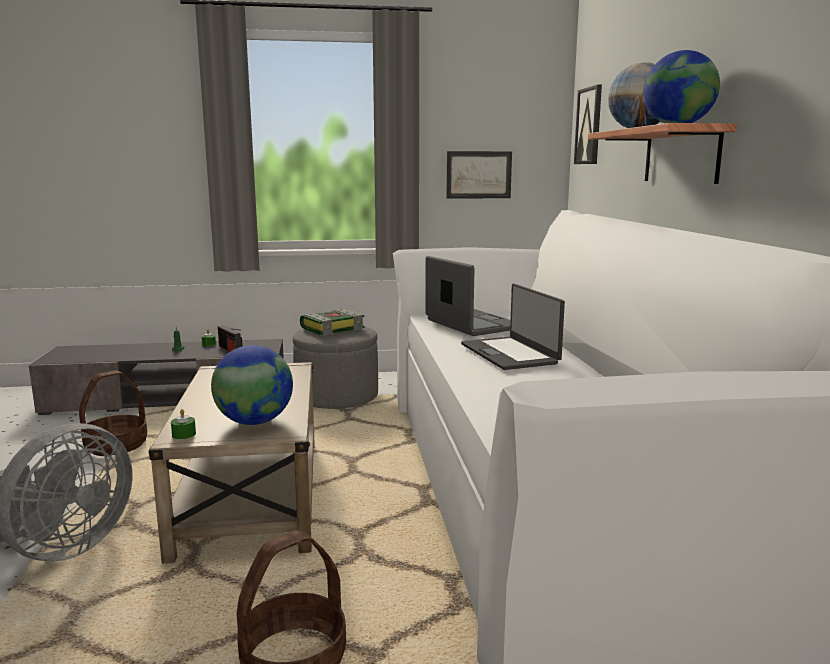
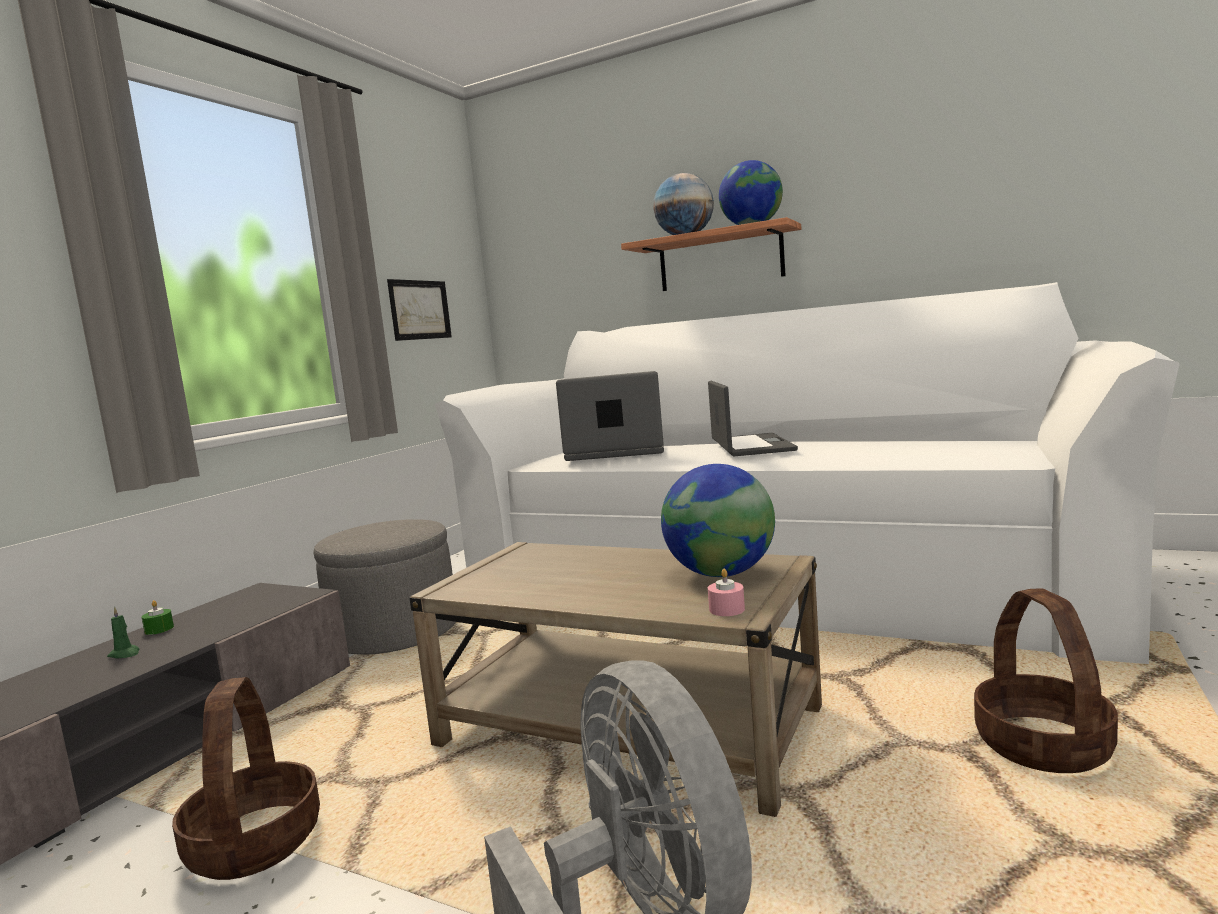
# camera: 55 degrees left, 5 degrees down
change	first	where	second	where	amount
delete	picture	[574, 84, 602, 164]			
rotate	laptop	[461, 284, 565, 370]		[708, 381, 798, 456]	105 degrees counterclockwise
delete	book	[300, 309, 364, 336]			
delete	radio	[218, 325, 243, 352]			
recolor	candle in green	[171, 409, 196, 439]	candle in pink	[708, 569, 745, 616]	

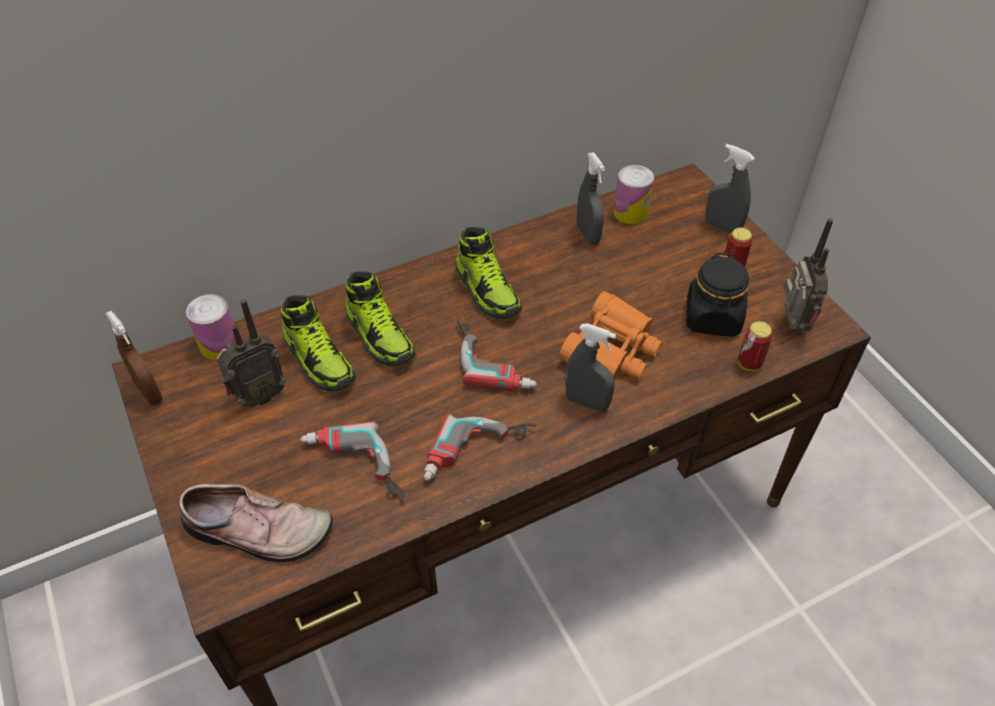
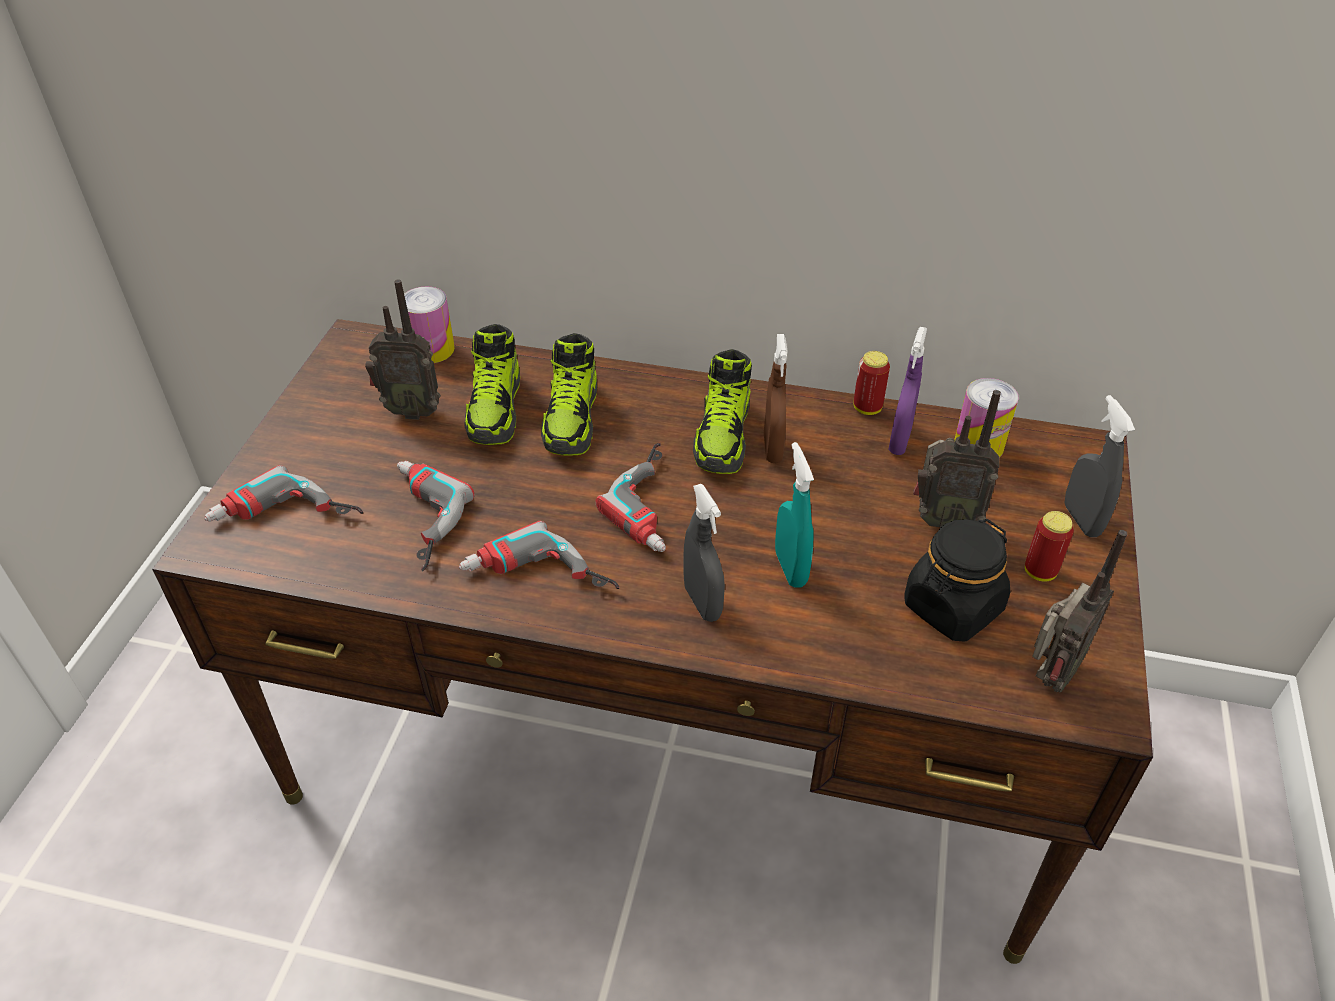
# camera: 40 degrees right, 5 degrees down
change	first	where	second	where	amount
recolor	spray bottle in grey	[577, 152, 605, 245]	spray bottle in purple	[888, 327, 927, 455]	
replace	binoculars in orange	[559, 291, 662, 380]	spray bottle in turquoise	[775, 442, 814, 588]	
move	spray bottle in brown	[105, 311, 163, 405]		[764, 334, 787, 463]	
move	can	[738, 321, 773, 371]		[854, 351, 890, 415]	
replace	shoe	[179, 484, 333, 562]	power drill	[204, 465, 363, 522]	
insert			radio	[913, 390, 1001, 528]	

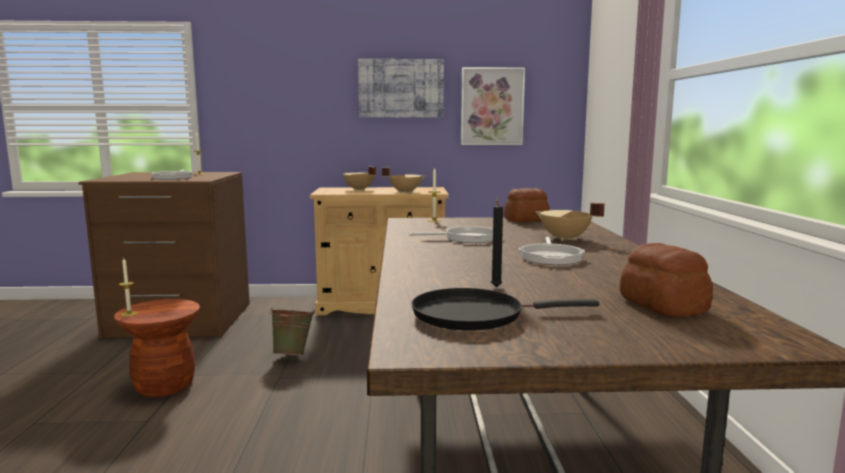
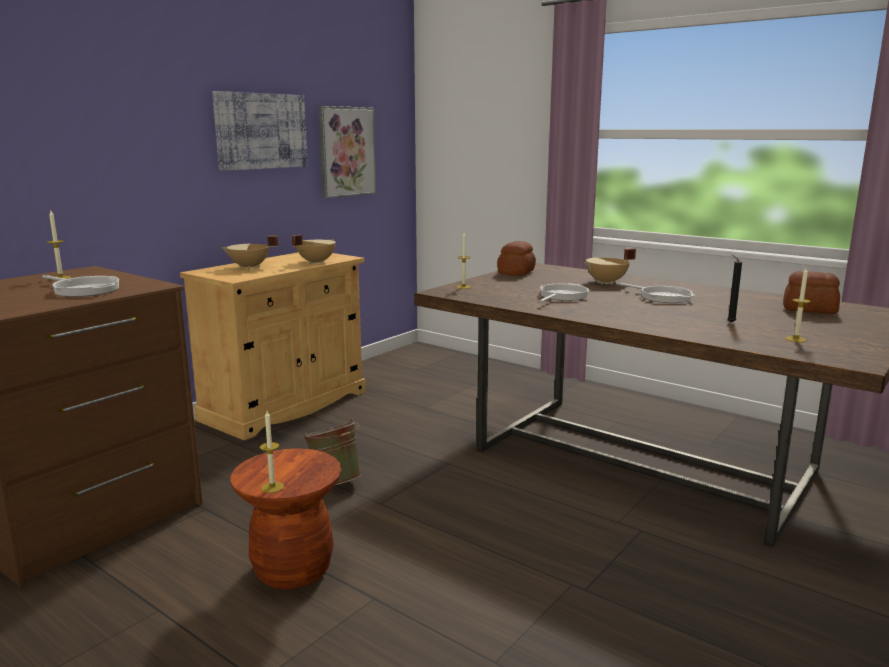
# camera: 50 degrees left, 5 degrees up
change	first	where	second	where	amount
replace	frying pan in black	[411, 288, 599, 331]	candle	[785, 267, 811, 342]	

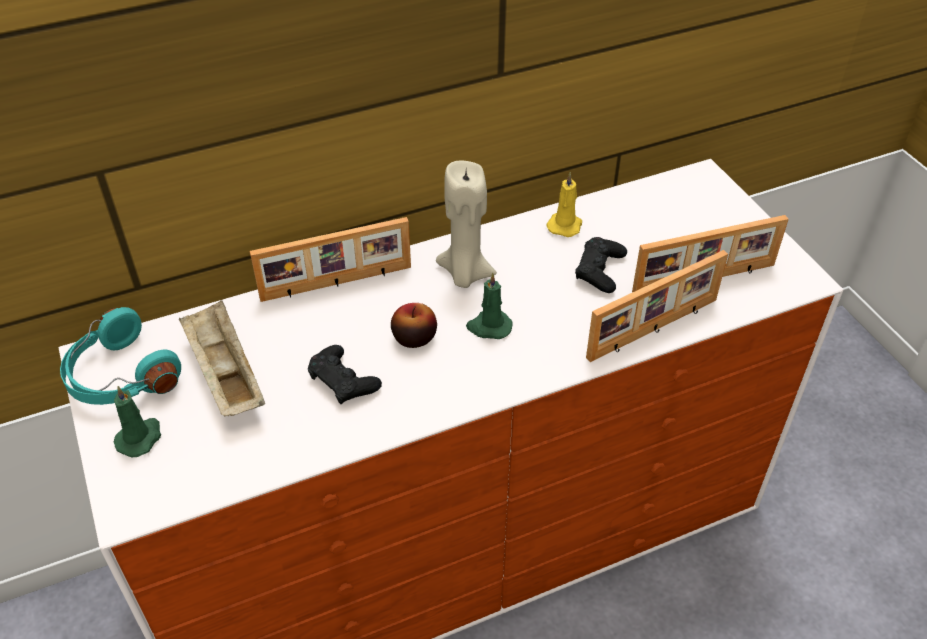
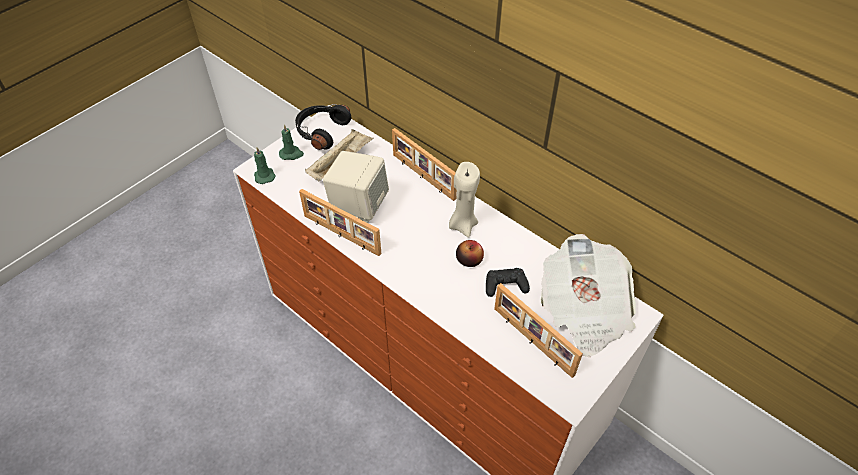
# camera: 65 degrees right, 5 degrees up
change	first	where	second	where	amount
delete	candle in yellow	[546, 172, 582, 237]			
move	picture frame	[586, 250, 728, 362]		[299, 189, 381, 256]	
move	candle in green	[466, 272, 512, 339]		[254, 147, 276, 184]	
move	apple	[391, 303, 437, 348]		[456, 240, 484, 267]	
recolor	headphones in turquoise	[60, 307, 181, 405]	headphones in black	[295, 104, 351, 150]	
replace	game controller in black	[308, 345, 382, 404]	speaker in beige	[323, 151, 389, 223]	
insert			newspaper	[540, 234, 636, 357]	

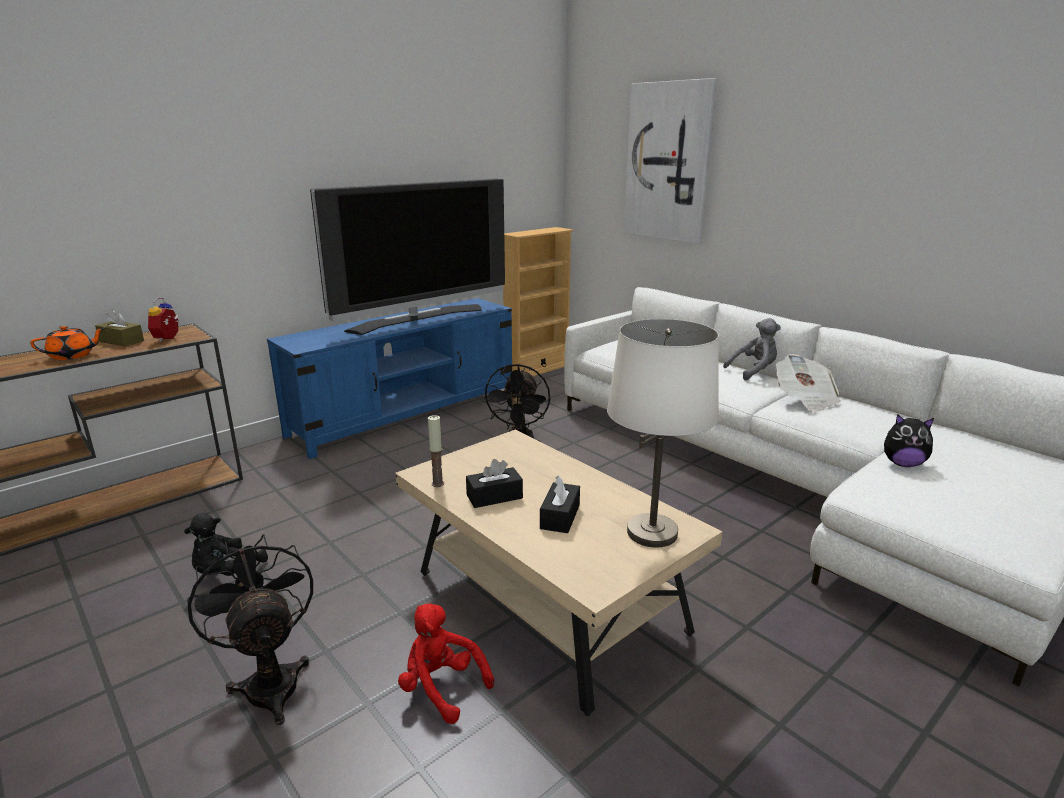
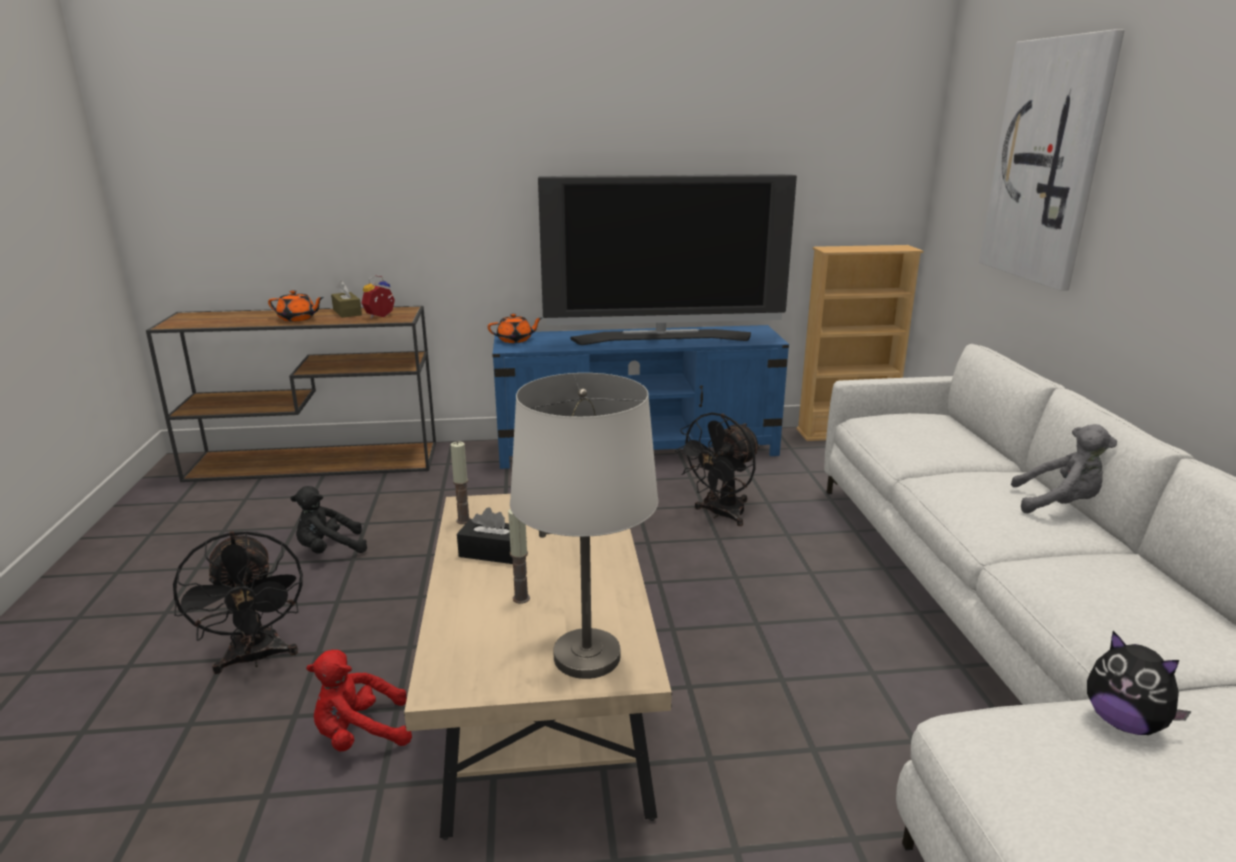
# camera: 35 degrees right, 0 degrees up
change	first	where	second	where	amount
delete	newspaper	[776, 354, 841, 412]			
replace	tissue box in black	[540, 475, 580, 533]	candle	[508, 509, 530, 604]	
rotate	fan in black	[187, 534, 313, 725]		[173, 531, 303, 674]	150 degrees clockwise
rotate	plush toy in red	[398, 603, 494, 724]		[306, 650, 412, 752]	90 degrees counterclockwise
insert			teapot in orange	[488, 313, 542, 343]	

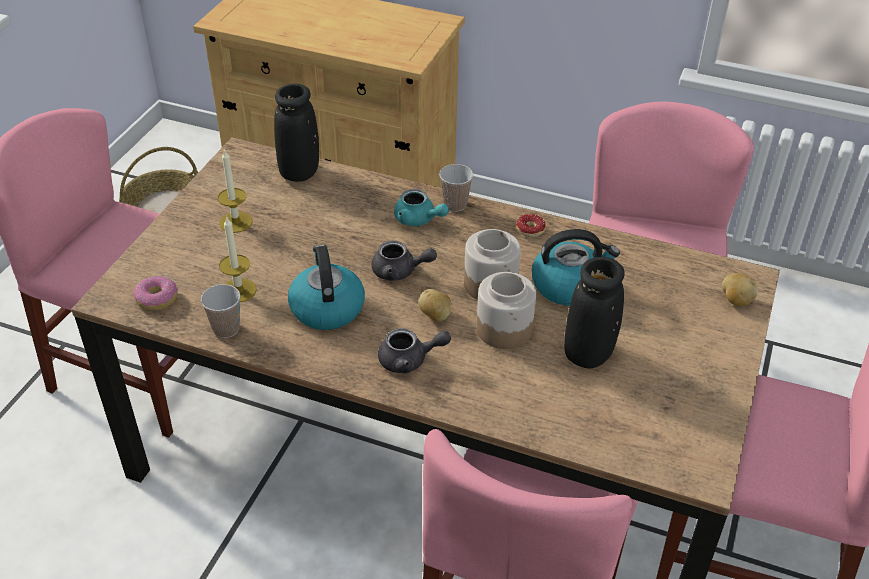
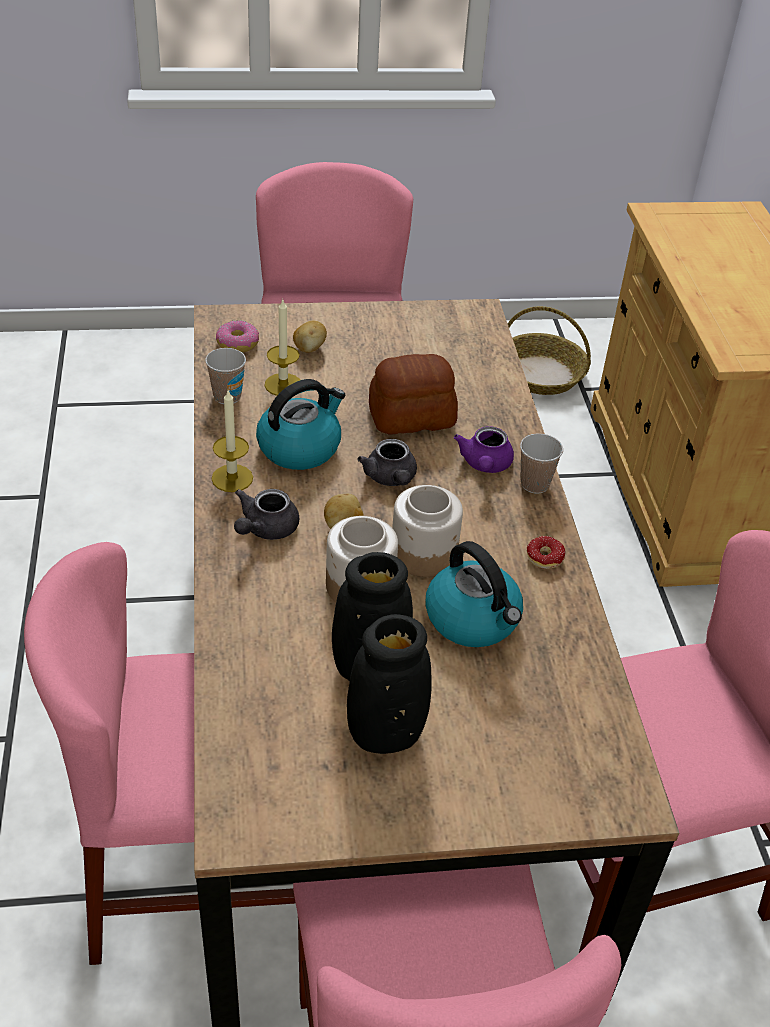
# camera: 60 degrees right, 0 degrees up
change	first	where	second	where	amount
move	vase in black	[274, 84, 319, 182]		[347, 614, 432, 754]	
move	candle	[218, 149, 253, 233]		[212, 390, 253, 492]	
recolor	teapot in turquoise	[394, 189, 449, 226]	teapot in purple	[454, 426, 514, 473]	
move	potato	[722, 273, 758, 306]		[293, 321, 327, 353]	
rotate	teapot in grey	[378, 328, 451, 374]		[234, 489, 299, 540]	60 degrees clockwise
insert			bread	[369, 354, 458, 435]	

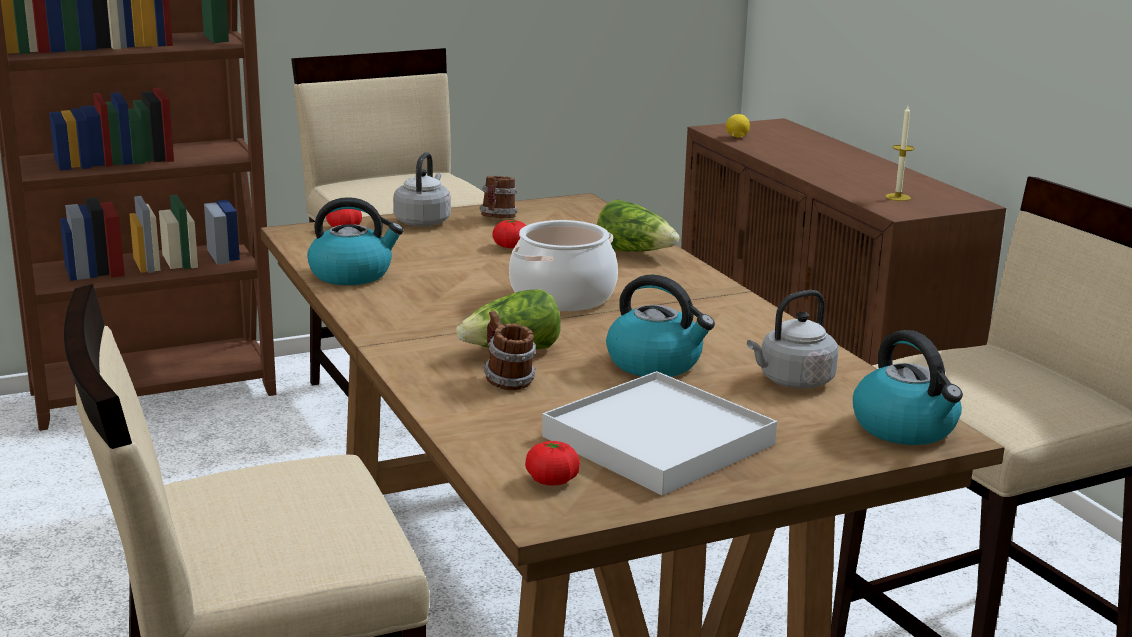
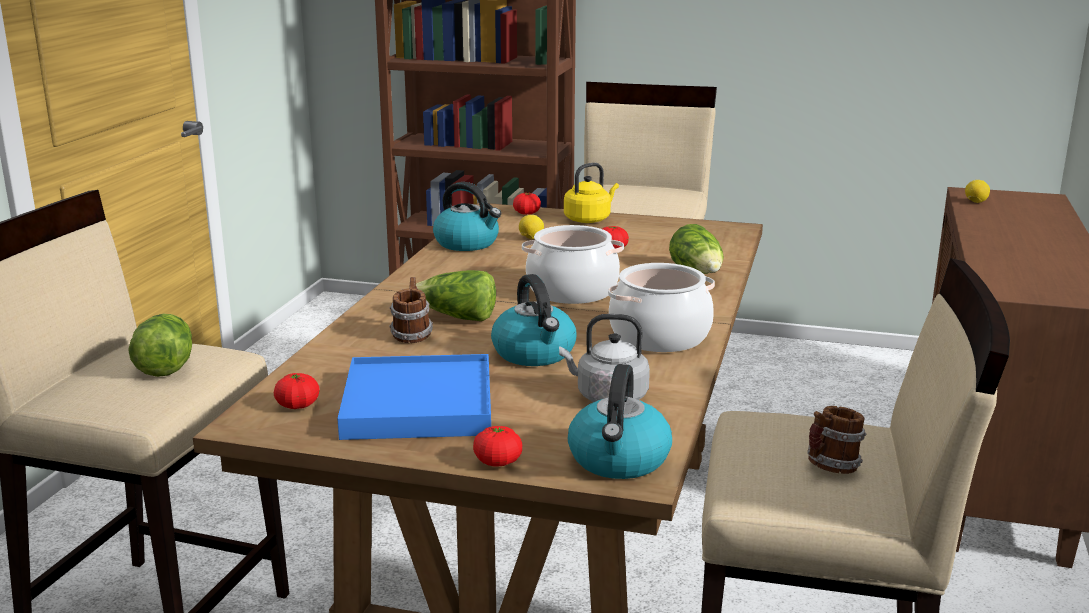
# camera: 40 degrees right, 0 degrees up
change	first	where	second	where	amount
delete	candle	[885, 106, 914, 201]			
recolor	kettle in grey	[393, 152, 451, 227]	kettle in yellow	[564, 163, 619, 223]	
move	mug	[479, 176, 517, 218]		[807, 406, 866, 474]	
recolor	tray in white	[542, 371, 777, 496]	tray in blue	[337, 354, 491, 440]	
insert			lemon	[519, 215, 544, 239]	
insert			cooking pot	[608, 263, 715, 352]	
insert			lettuce	[128, 314, 192, 377]	
insert			tomato	[473, 426, 522, 466]	

